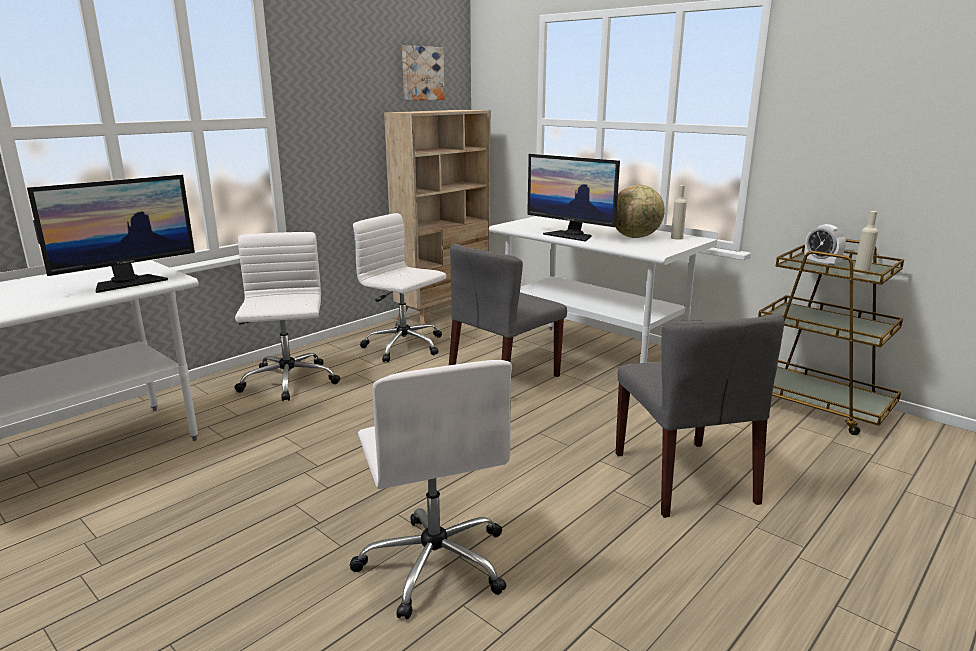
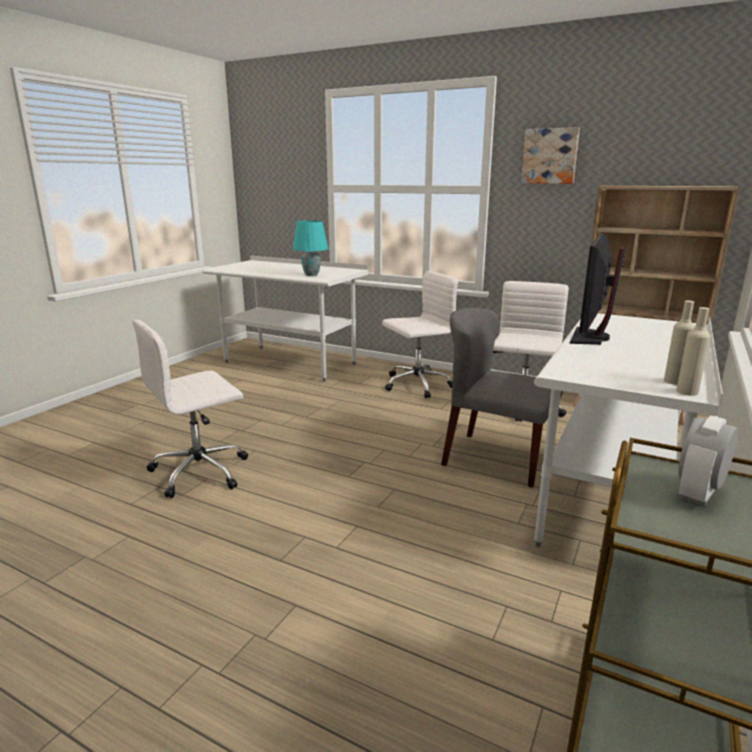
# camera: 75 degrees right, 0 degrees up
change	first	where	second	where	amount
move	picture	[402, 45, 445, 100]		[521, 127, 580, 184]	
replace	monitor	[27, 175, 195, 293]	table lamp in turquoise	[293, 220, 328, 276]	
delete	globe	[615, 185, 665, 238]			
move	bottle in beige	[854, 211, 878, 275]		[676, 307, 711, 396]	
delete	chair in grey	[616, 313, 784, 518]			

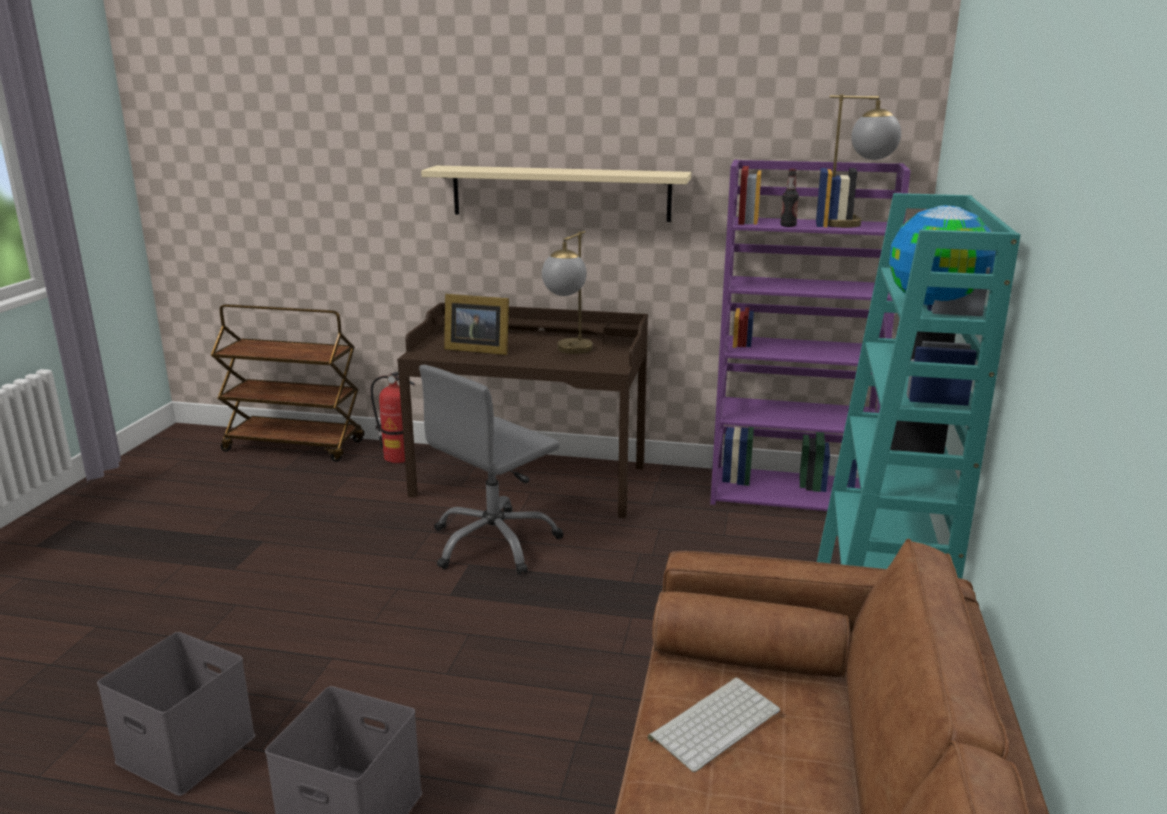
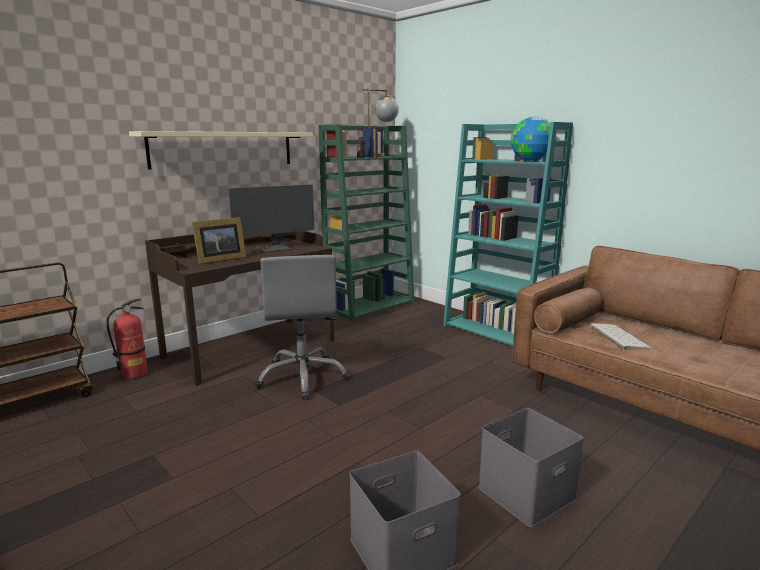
# camera: 55 degrees left, 5 degrees down
change	first	where	second	where	amount
recolor	bookcase in purple	[710, 160, 911, 511]	bookcase in green	[319, 124, 414, 321]	
replace	table lamp	[542, 231, 593, 354]	monitor	[229, 184, 314, 253]	

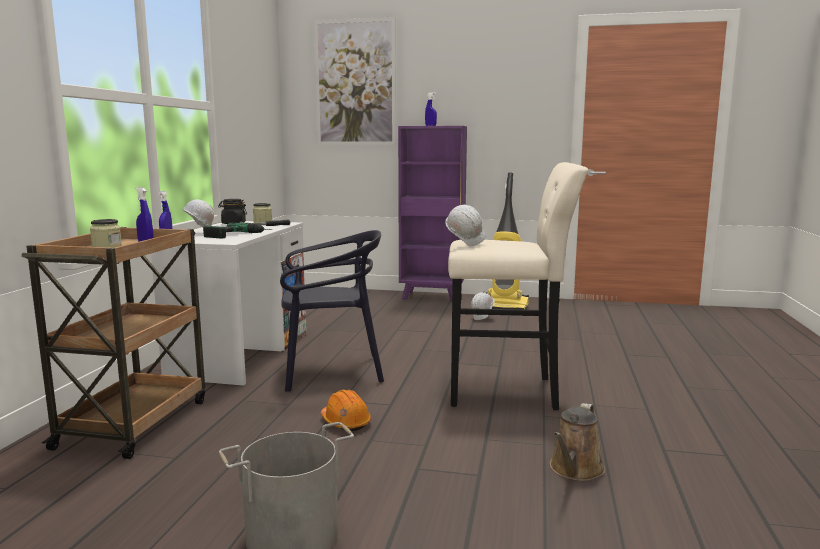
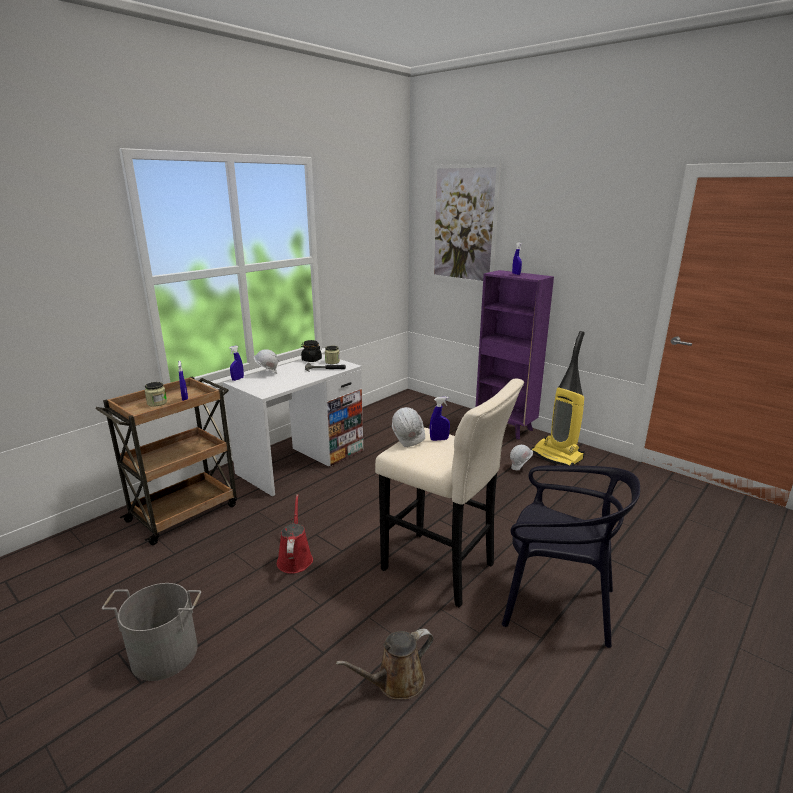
# camera: 30 degrees right, 10 degrees up
change	first	where	second	where	amount
delete	power drill	[203, 223, 272, 238]			
move	chair in black	[280, 230, 384, 392]		[502, 465, 640, 648]	
replace	hard hat in orange	[321, 390, 371, 431]	watering can in red	[277, 494, 313, 574]	
insert			spray bottle in blue	[430, 397, 450, 441]	

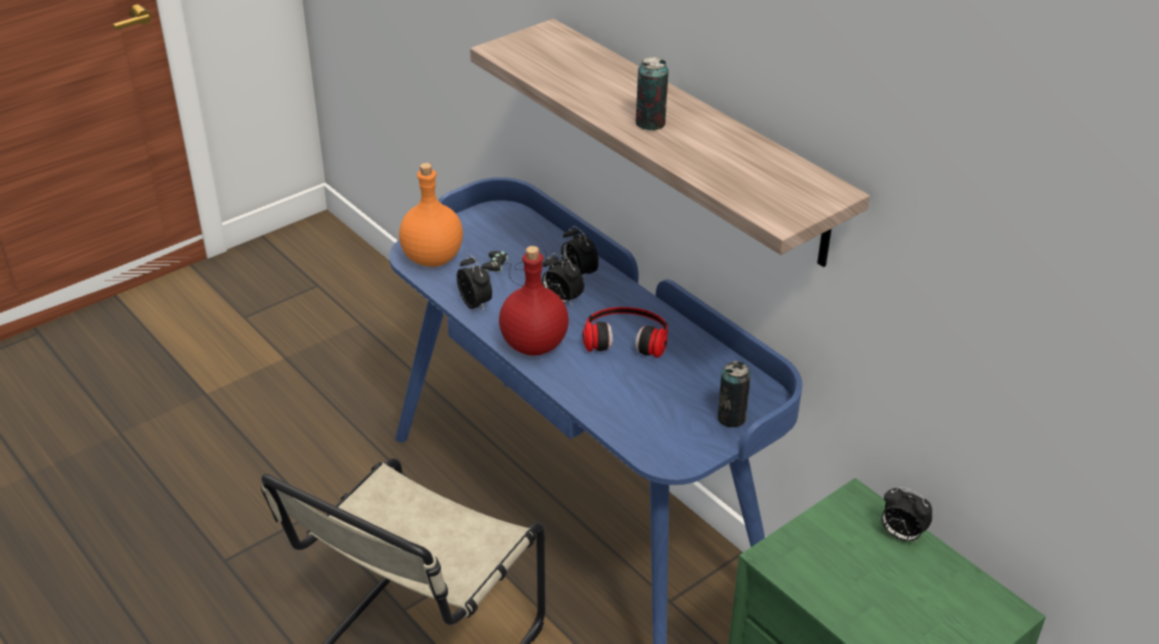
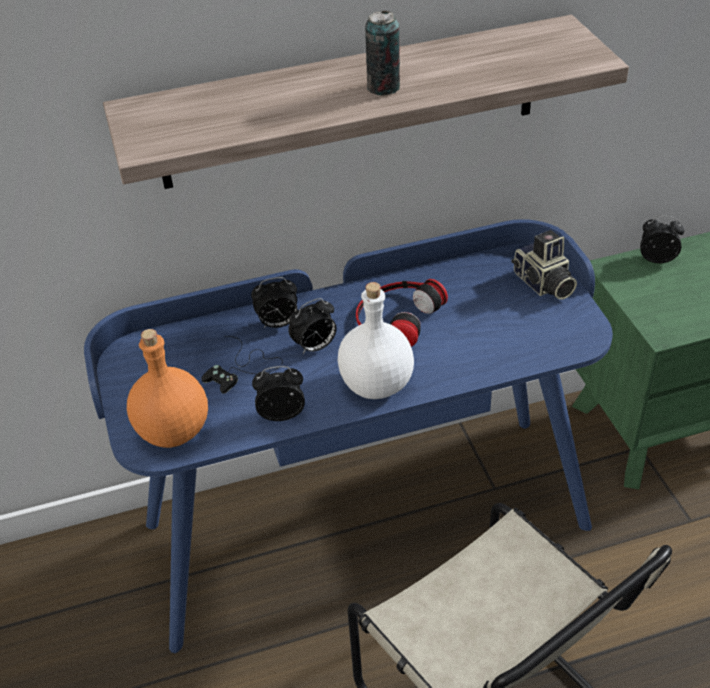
# camera: 65 degrees left, 5 degrees up
change	first	where	second	where	amount
recolor	bottle in red	[499, 246, 569, 356]	bottle in white	[338, 282, 414, 399]	
replace	can	[718, 361, 751, 428]	photo camera	[512, 230, 577, 300]	
rotate	alarm clock	[881, 487, 933, 544]		[640, 216, 685, 263]	135 degrees counterclockwise

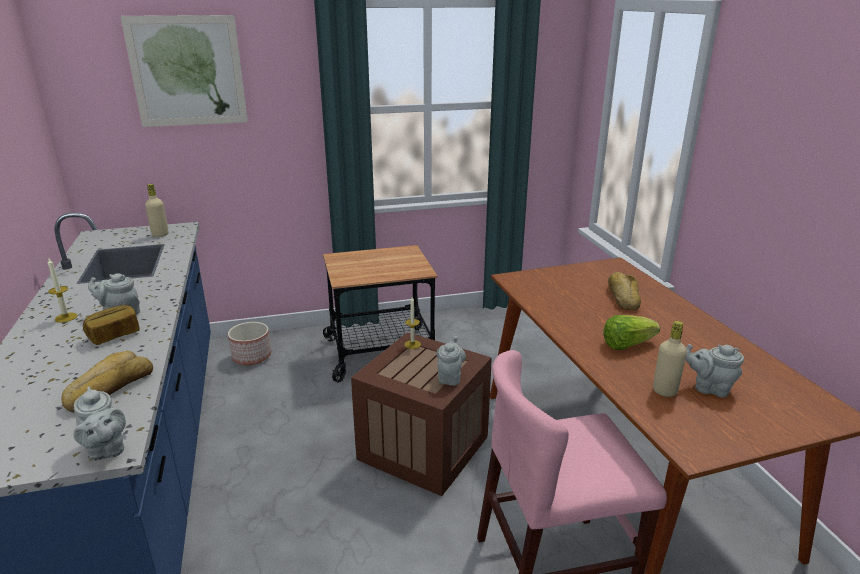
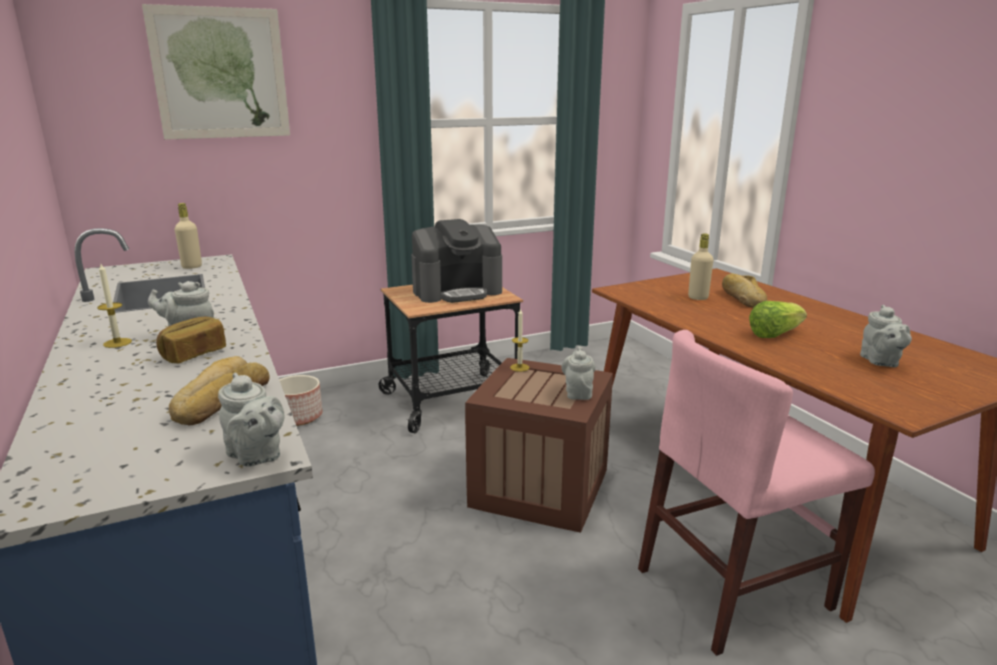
# camera: 10 degrees left, 5 degrees down
change	first	where	second	where	amount
move	bottle in beige	[653, 321, 687, 397]		[688, 233, 714, 300]	
rotate	teapot in grey	[686, 344, 744, 398]		[860, 305, 912, 367]	105 degrees counterclockwise
insert			coffee machine	[411, 219, 502, 303]	

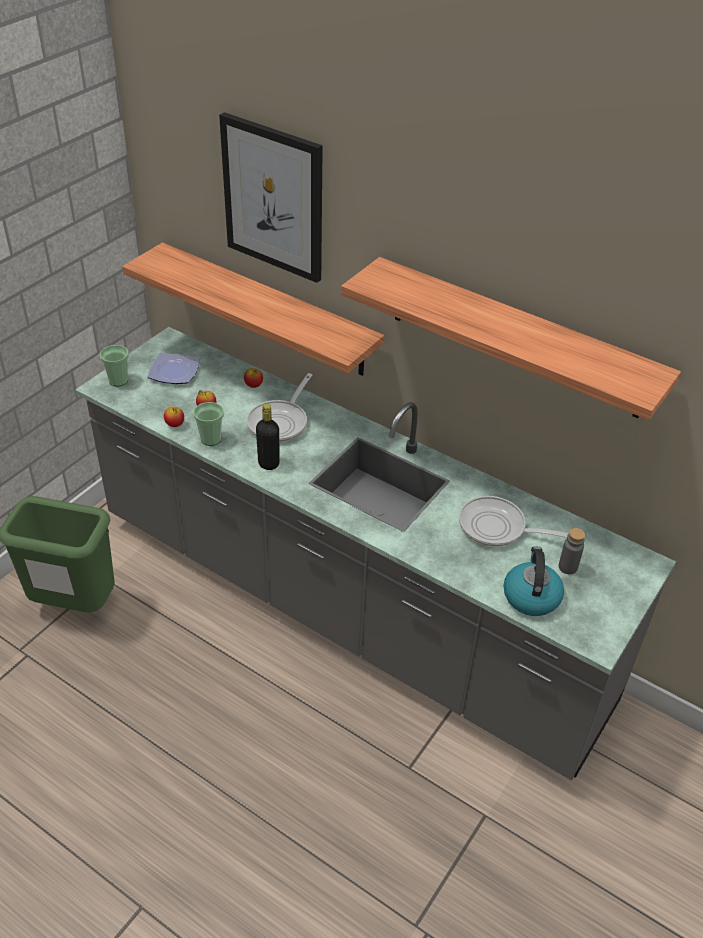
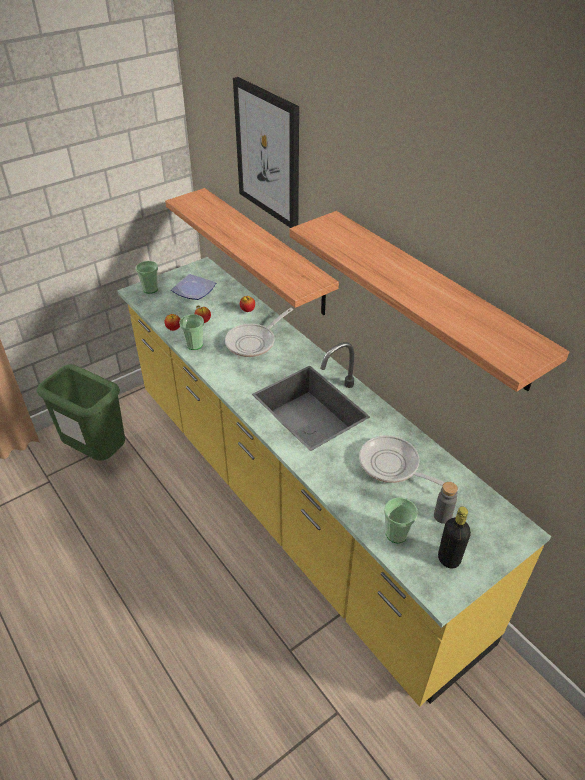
# camera: 20 degrees right, 0 degrees up
change	first	where	second	where	amount
recolor	counter in grey	[75, 327, 676, 780]	counter in yellow	[117, 257, 551, 707]	
move	bottle in black	[256, 404, 280, 470]		[438, 506, 471, 569]	
replace	kettle	[504, 547, 564, 616]	cup	[384, 497, 418, 543]	

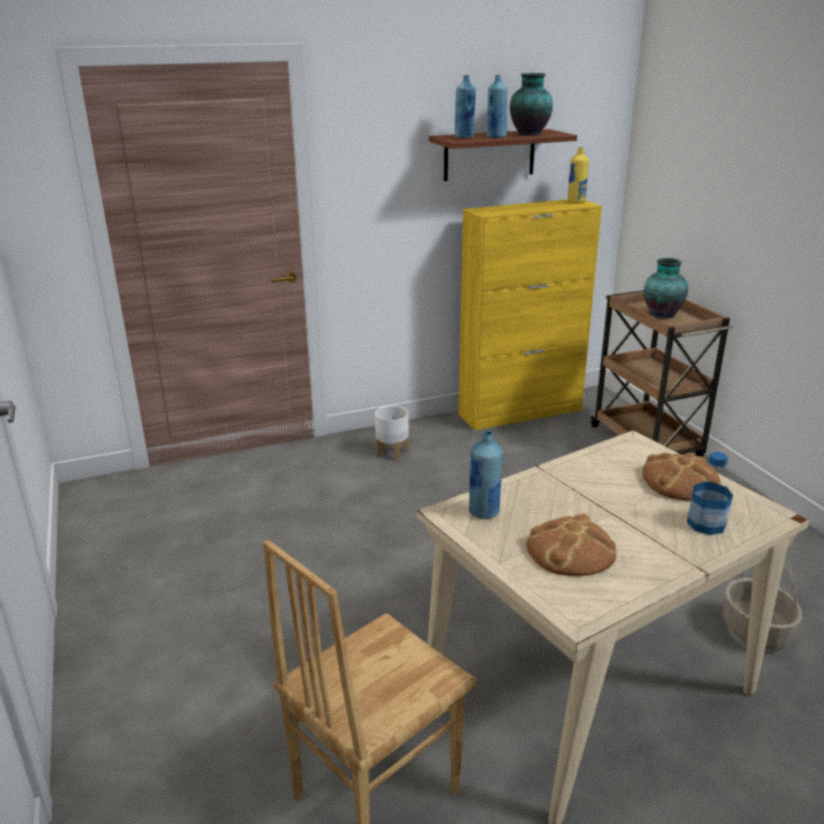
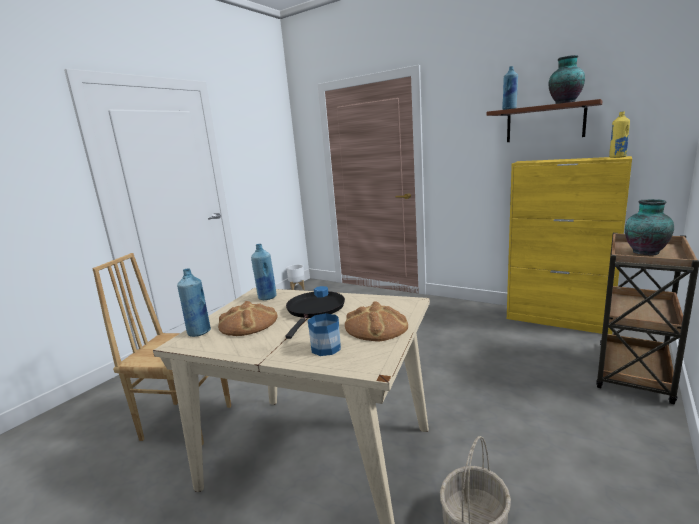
# camera: 55 degrees right, 10 degrees down
change	first	where	second	where	amount
move	bottle in blue	[487, 75, 508, 138]		[177, 268, 211, 337]	
move	planter in white	[375, 405, 409, 461]		[287, 264, 305, 290]	
insert			frying pan in black	[285, 291, 345, 339]	

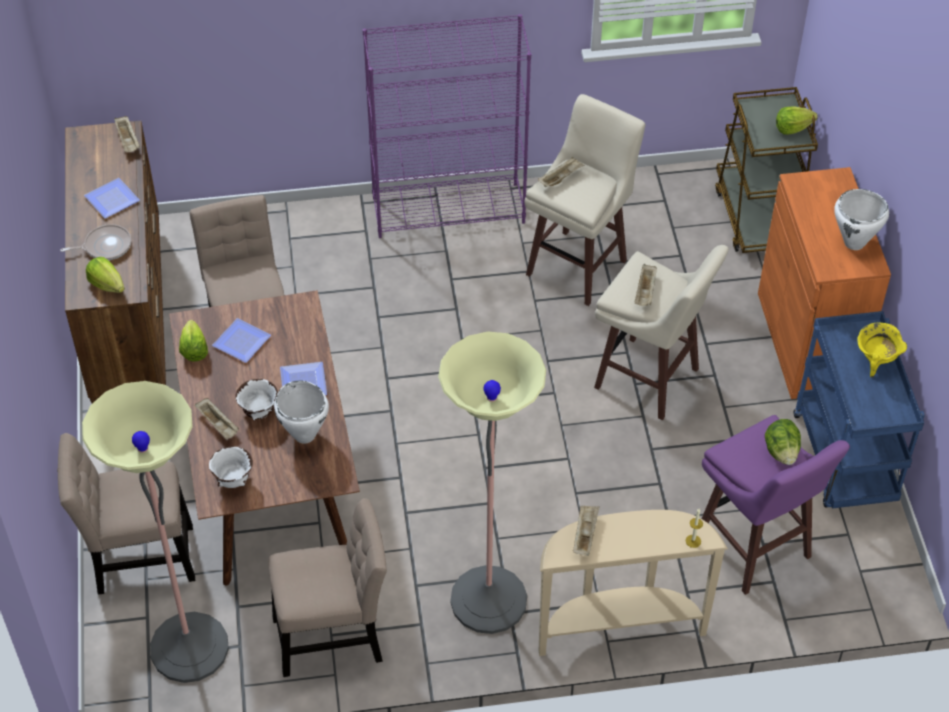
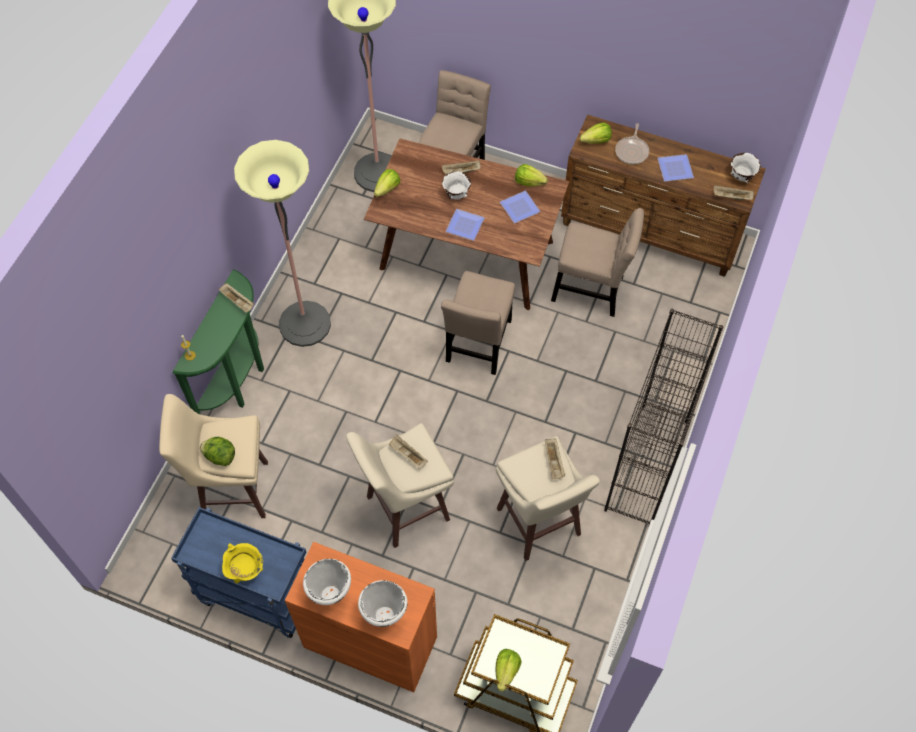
# camera: 120 degrees right, 10 degrees up
change	first	where	second	where	amount
recolor	bookcase in purple	[363, 14, 531, 238]	bookcase in black	[604, 309, 723, 525]	
move	cooking pot in white	[274, 380, 329, 444]		[358, 580, 408, 627]	
recolor	stool in purple	[702, 415, 850, 595]	stool in beige	[159, 394, 268, 518]	
move	bowl in white	[209, 446, 253, 488]		[730, 153, 761, 183]	
move	chair in beige	[268, 498, 387, 677]		[441, 271, 515, 375]	
recolor	console table in beige	[538, 510, 728, 656]	console table in green	[172, 269, 264, 414]	
insert			lettuce	[374, 169, 400, 197]	

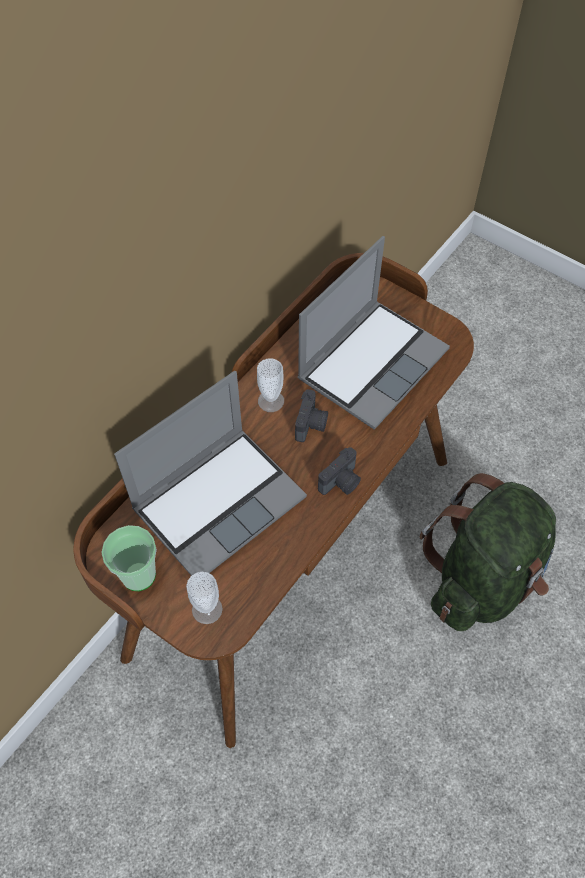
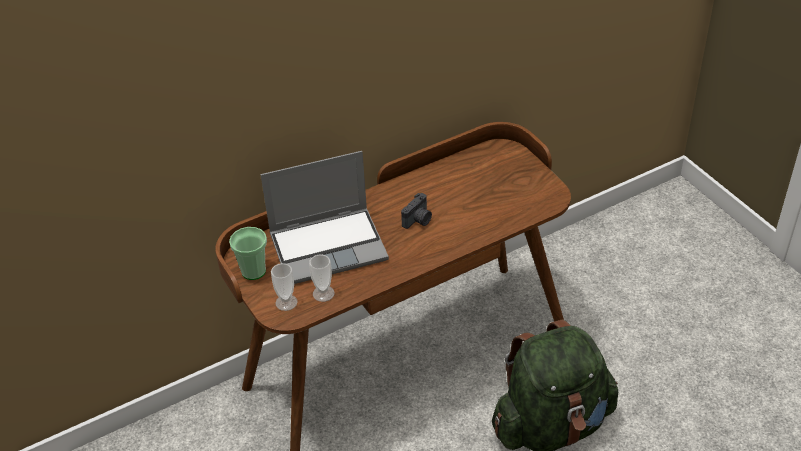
# camera: 25 degrees right, 15 degrees down
change	first	where	second	where	amount
delete	laptop	[297, 236, 450, 430]			
move	cup	[257, 358, 284, 412]		[309, 254, 335, 302]	
delete	photo camera	[318, 447, 361, 495]			

